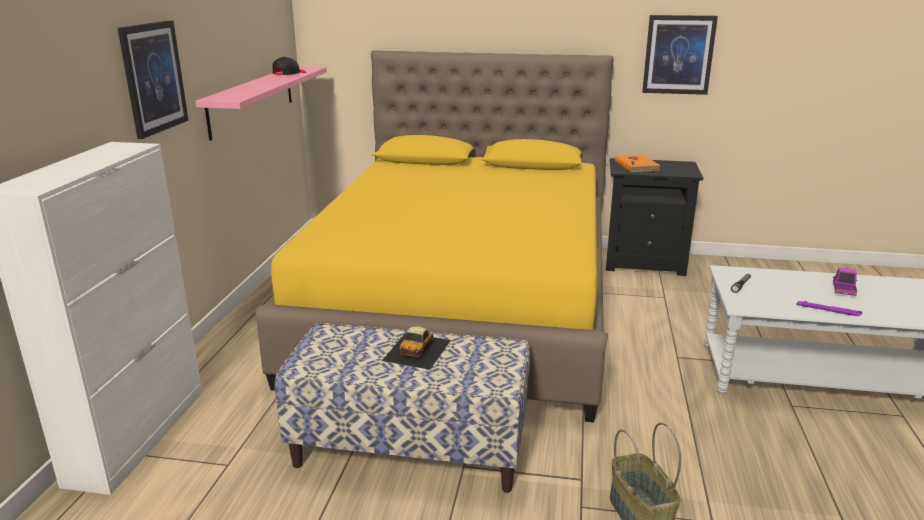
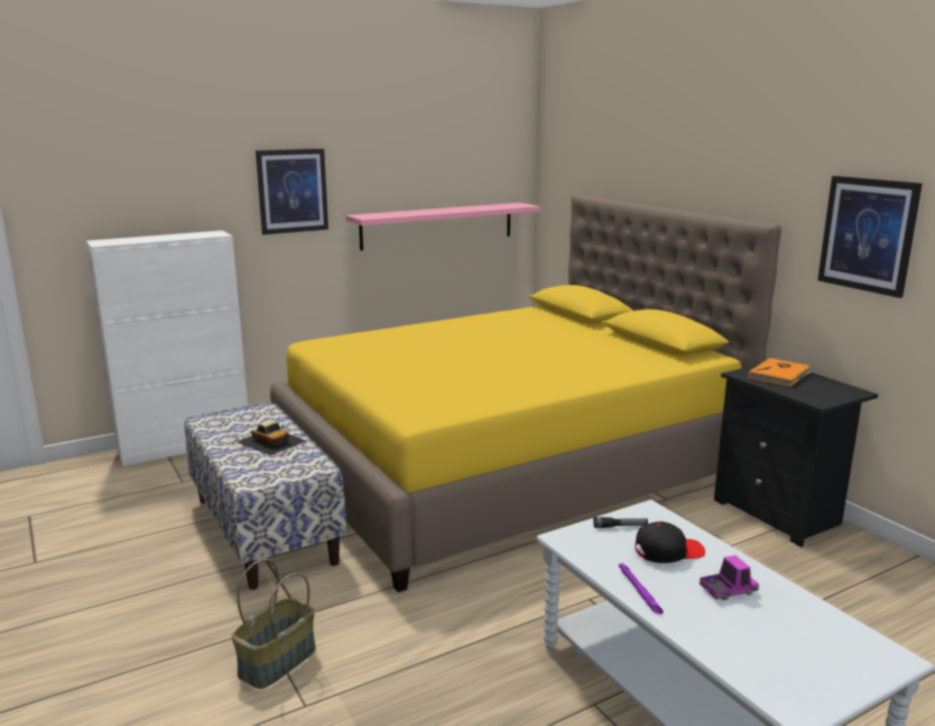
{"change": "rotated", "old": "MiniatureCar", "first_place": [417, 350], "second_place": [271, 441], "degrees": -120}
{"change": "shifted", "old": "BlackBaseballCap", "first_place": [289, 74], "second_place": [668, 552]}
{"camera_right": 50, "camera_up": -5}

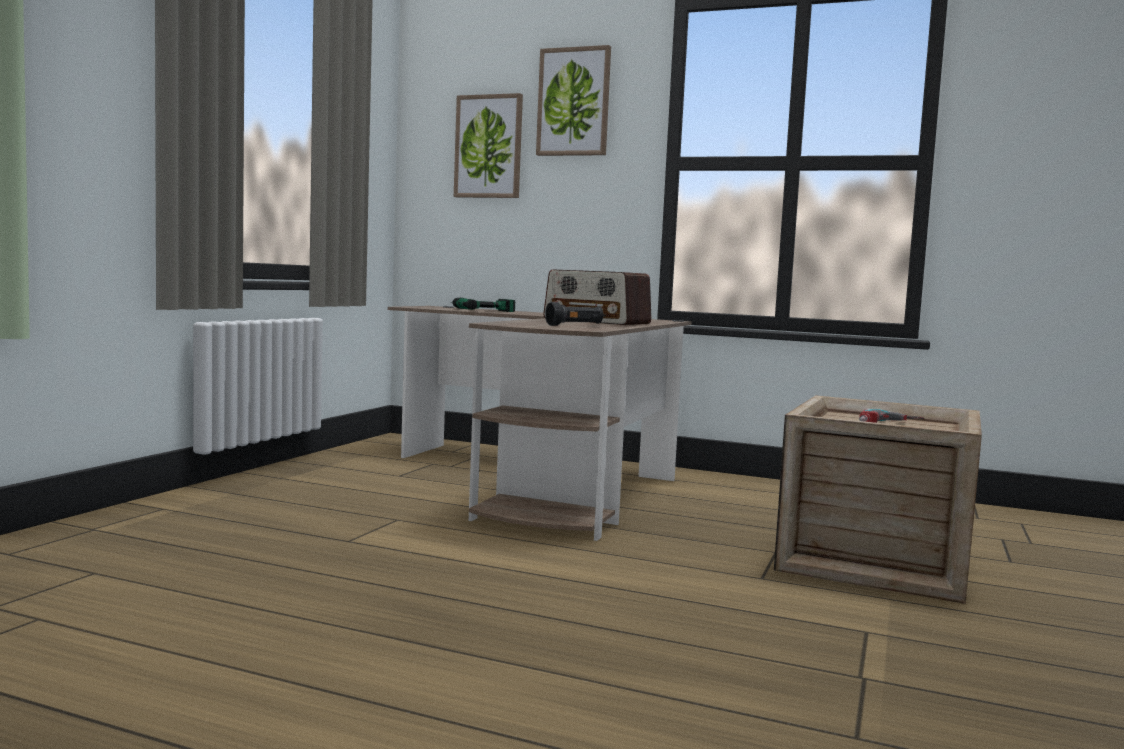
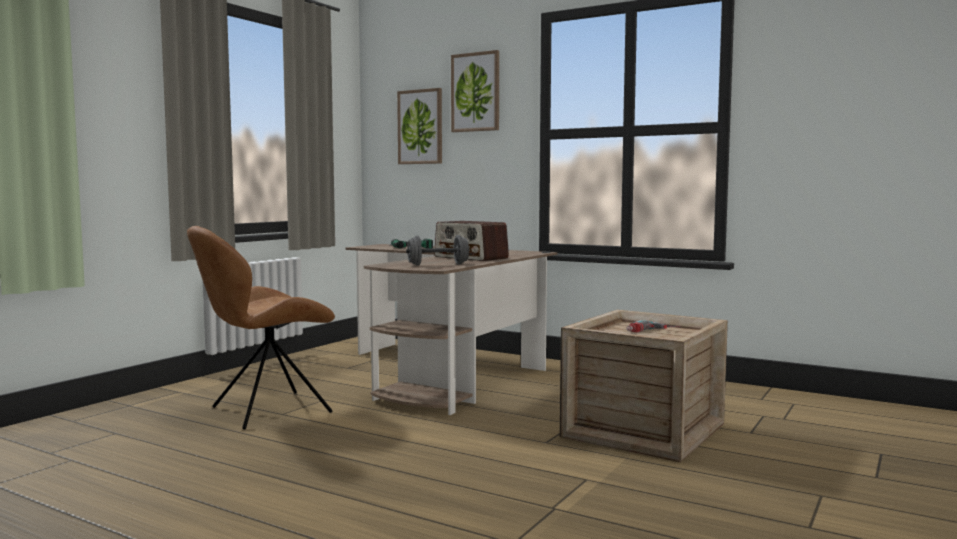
{"change": "new", "new": "BrownColouredUprightChair", "second_place": [266, 411]}
{"change": "swapped", "old": "BlackFlashlight", "new": "GreyHandWeight", "first_place": [574, 326], "second_place": [438, 264]}
{"camera_right": 10, "camera_up": 0}

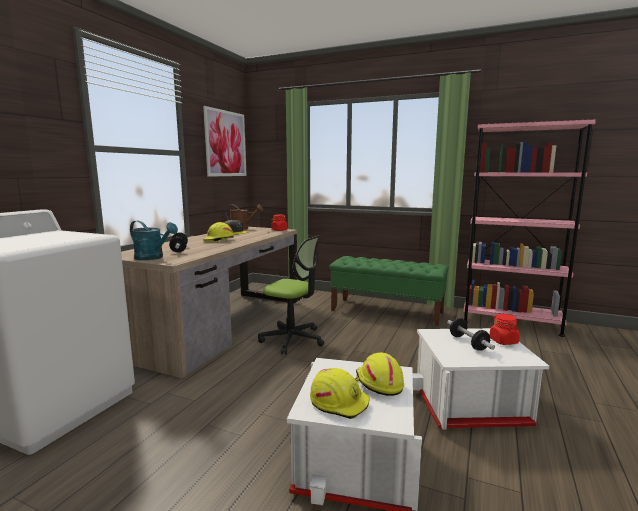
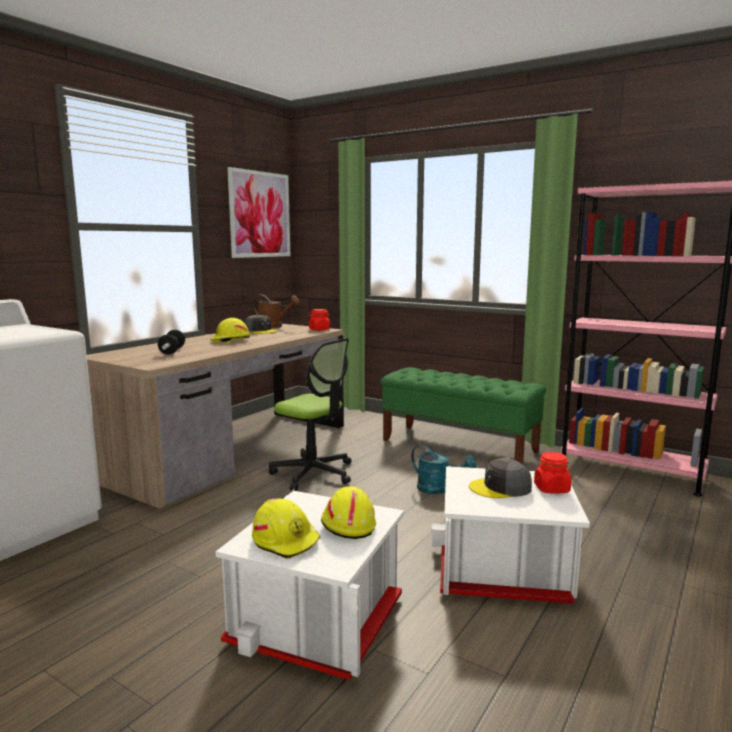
{"change": "shifted", "old": "TurquoiseSprinklingCan", "first_place": [153, 258], "second_place": [438, 489]}
{"change": "swapped", "old": "HandWeight", "new": "GreyBaseballCap", "first_place": [468, 343], "second_place": [500, 488]}
{"camera_right": 10, "camera_up": 0}

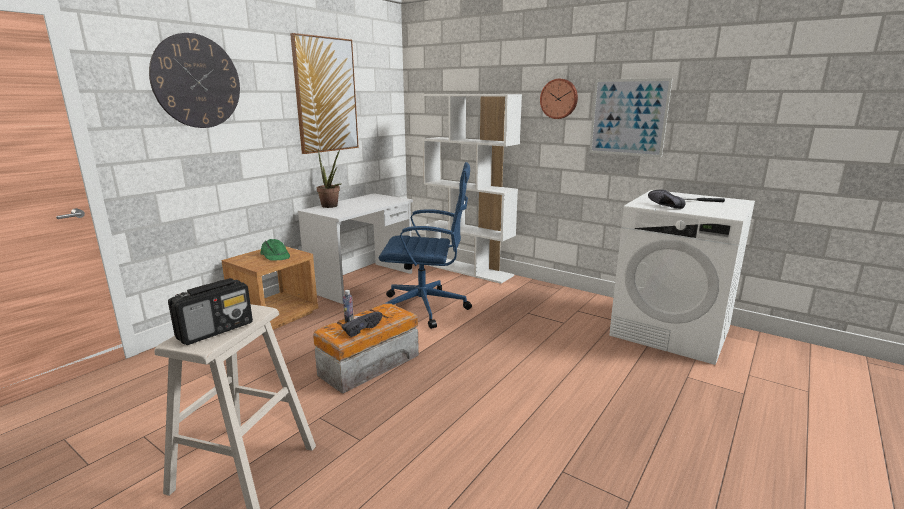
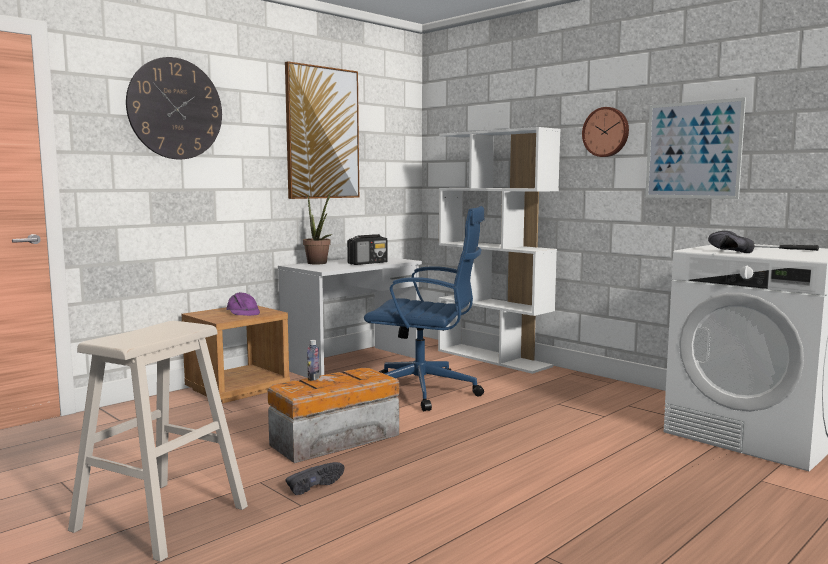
{"change": "repainted", "old": "GreenBaseballCap", "new": "PurpleBaseballCap", "first_place": [275, 255], "second_place": [243, 312]}
{"change": "shifted", "old": "BlackLowShoe", "first_place": [361, 329], "second_place": [313, 485]}
{"change": "shifted", "old": "RadioReceiver", "first_place": [216, 330], "second_place": [368, 263]}
{"camera_right": 10, "camera_up": -10}

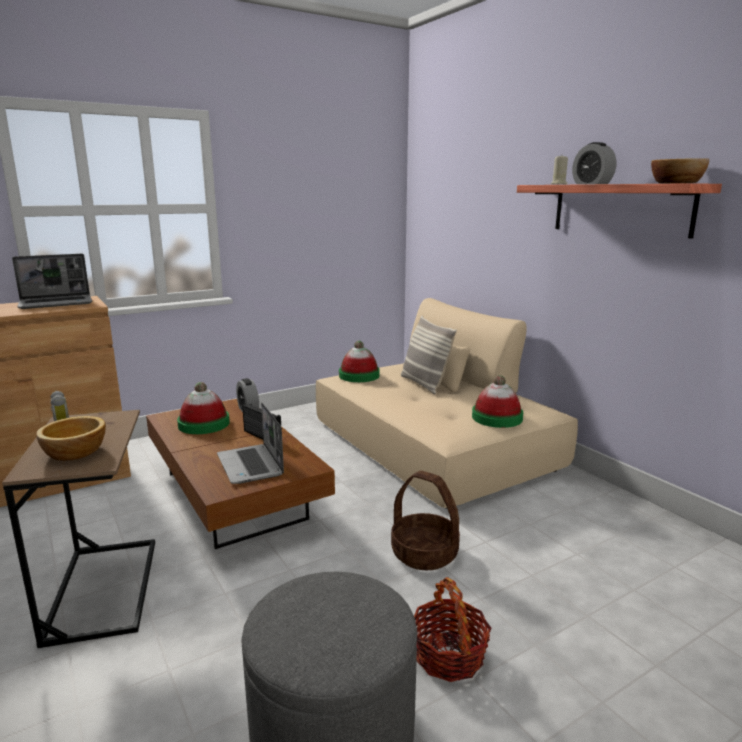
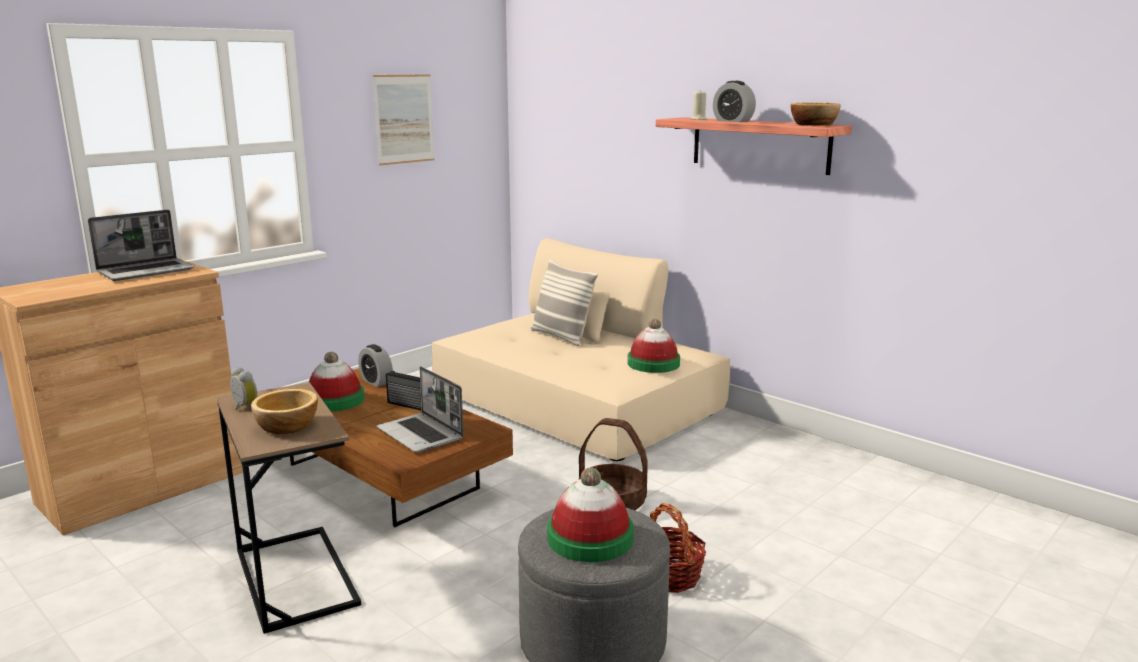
{"change": "new", "new": "WallPicture", "second_place": [404, 119]}
{"change": "shifted", "old": "Hat", "first_place": [359, 375], "second_place": [590, 538]}
{"camera_right": -15, "camera_up": 0}

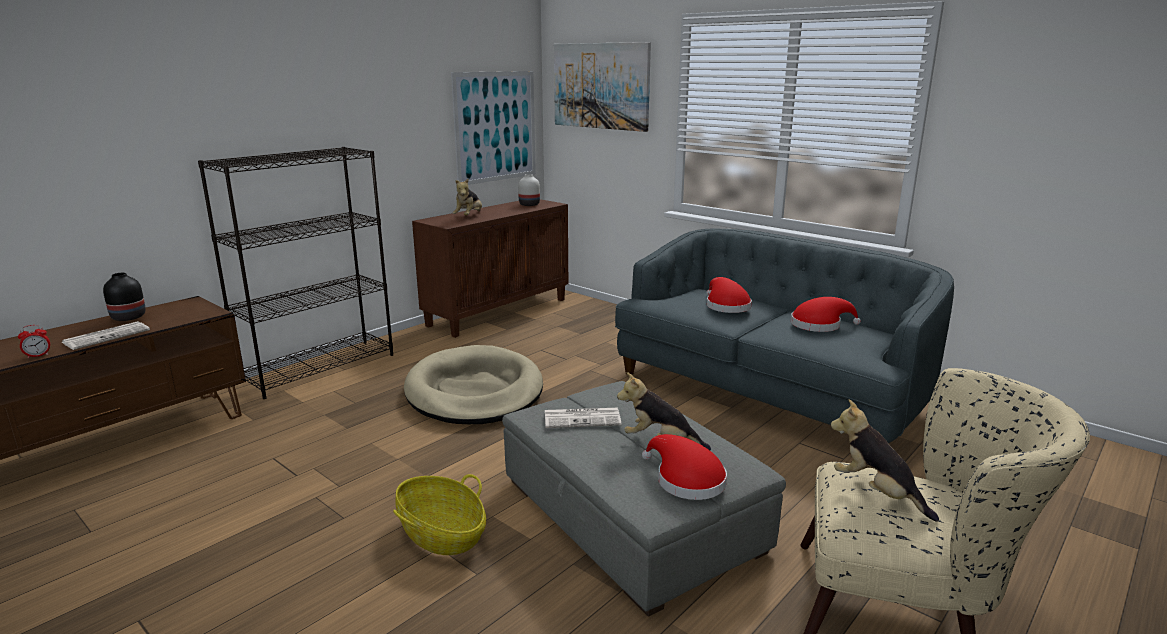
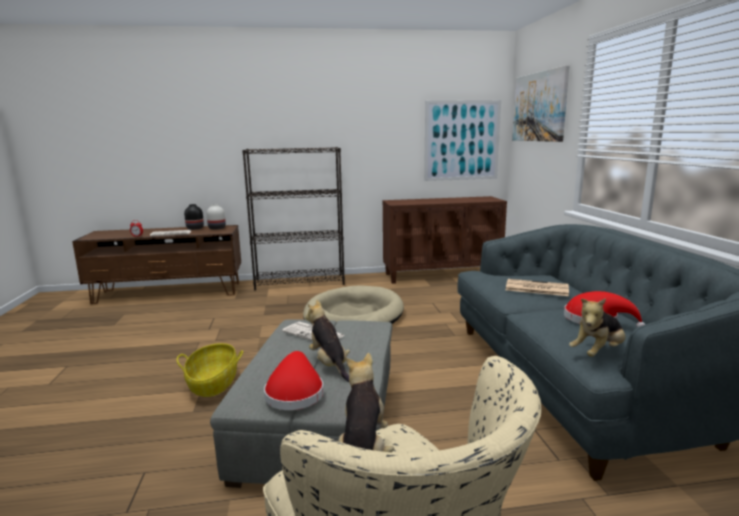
{"change": "shifted", "old": "WhitishVase", "first_place": [530, 204], "second_place": [217, 228]}
{"change": "swapped", "old": "ReddishHat", "new": "PrintedPaper", "first_place": [726, 306], "second_place": [535, 288]}
{"change": "shifted", "old": "PlushToy", "first_place": [469, 216], "second_place": [598, 353]}
{"camera_right": 40, "camera_up": -5}

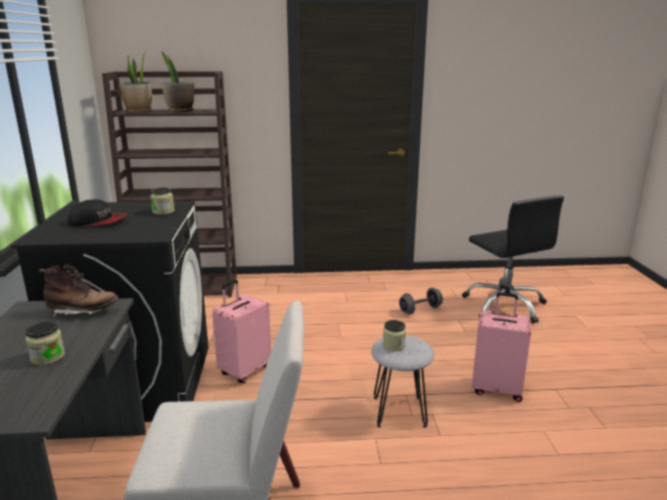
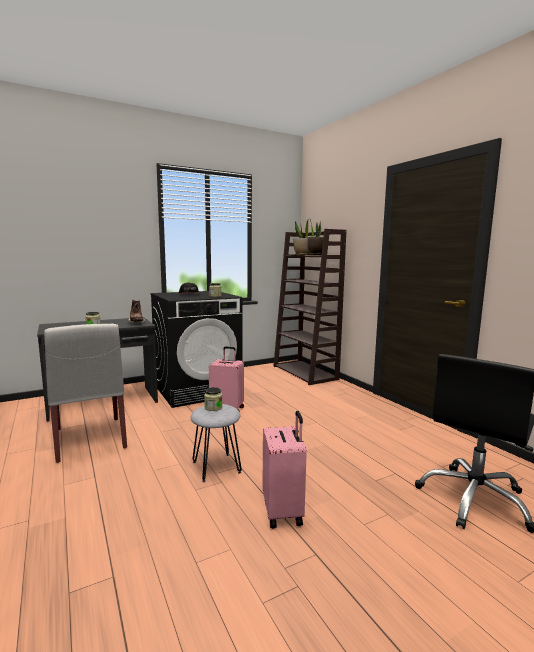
{"change": "gone", "old": "GreyHandWeight", "first_place": [420, 310]}
{"camera_right": 65, "camera_up": -10}

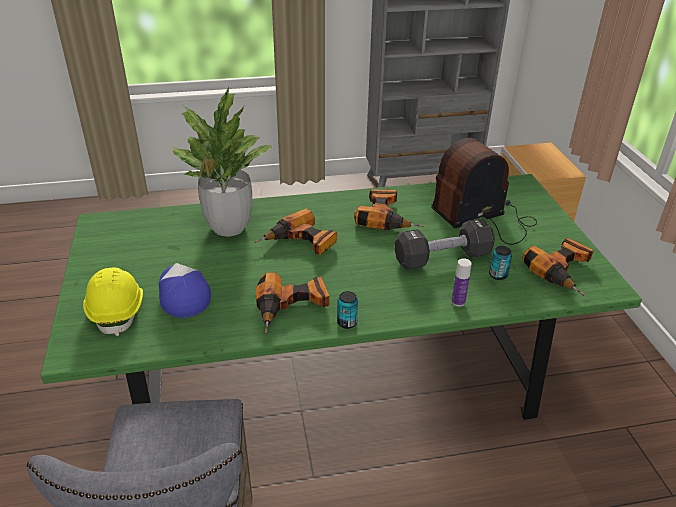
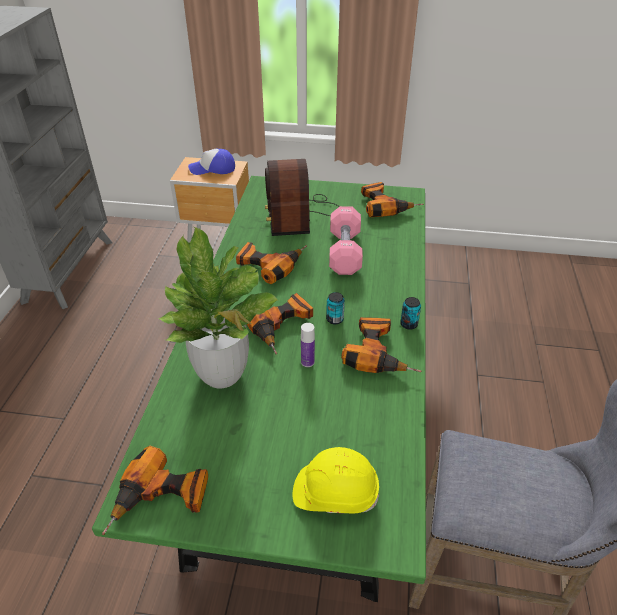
{"change": "new", "new": "ElectricDrill", "second_place": [162, 499]}
{"change": "shifted", "old": "BaseballCap", "first_place": [182, 294], "second_place": [213, 169]}
{"change": "shifted", "old": "Bottle", "first_place": [458, 302], "second_place": [307, 362]}
{"change": "shifted", "old": "SealedCan", "first_place": [498, 275], "second_place": [334, 319]}
{"change": "repainted", "old": "BlackHandWeight", "new": "PinkHandWeight", "first_place": [442, 258], "second_place": [345, 252]}
{"camera_right": -70, "camera_up": 5}

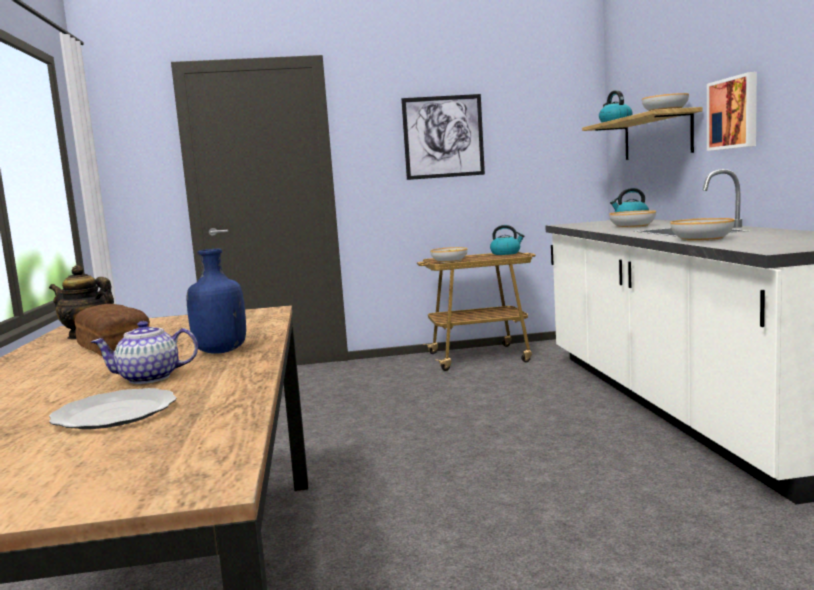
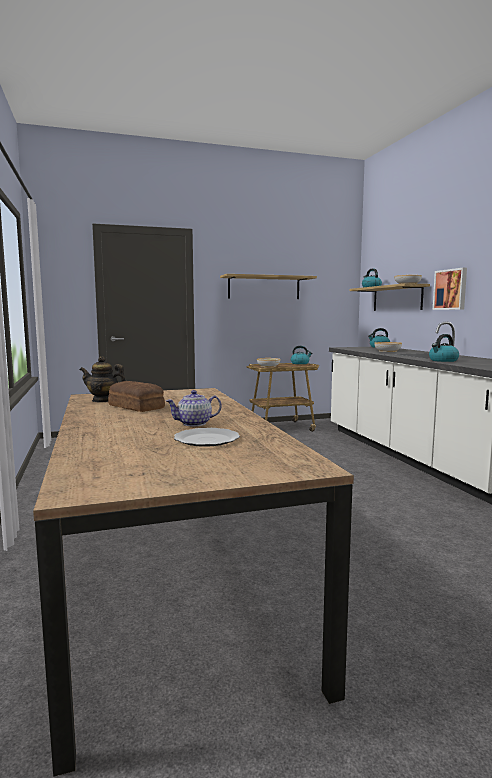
{"change": "swapped", "old": "WallPicture", "new": "Shelf", "first_place": [443, 137], "second_place": [264, 287]}
{"change": "swapped", "old": "Bowl", "new": "Kettle", "first_place": [702, 239], "second_place": [443, 360]}
{"change": "gone", "old": "BlueColouredBottle", "first_place": [219, 352]}
{"camera_right": -10, "camera_up": 0}

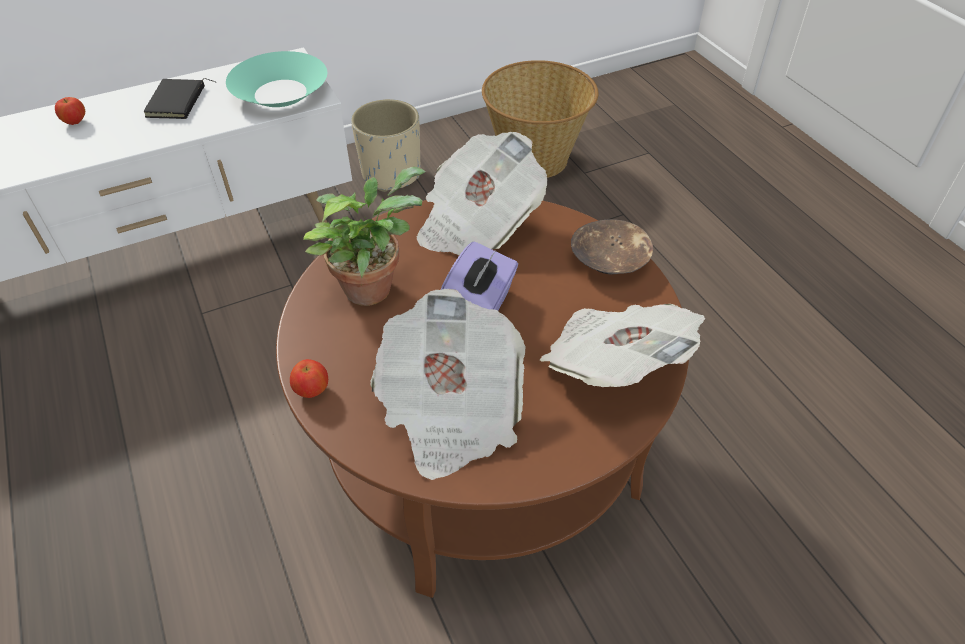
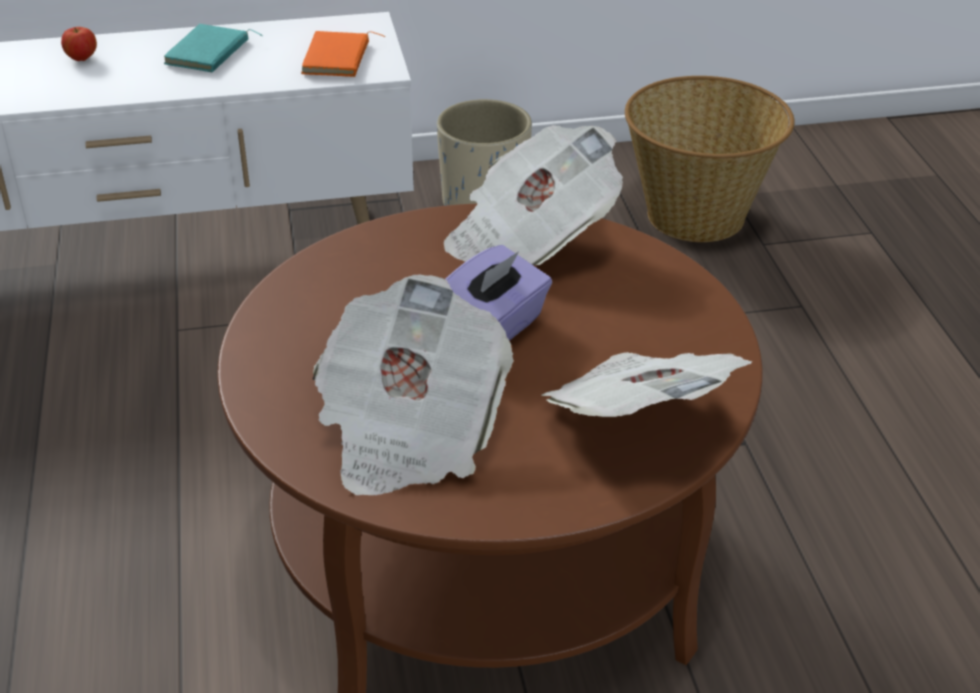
{"change": "repainted", "old": "BlackBook", "new": "TurquoiseBook", "first_place": [178, 103], "second_place": [210, 54]}
{"change": "swapped", "old": "TurquoiseBowl", "new": "OrangeBook", "first_place": [280, 93], "second_place": [339, 59]}
{"change": "gone", "old": "WholeApple", "first_place": [312, 390]}
{"change": "gone", "old": "PottedPlant", "first_place": [372, 285]}
{"change": "gone", "old": "BrownColouredBowl", "first_place": [610, 260]}
{"camera_right": 15, "camera_up": -10}

